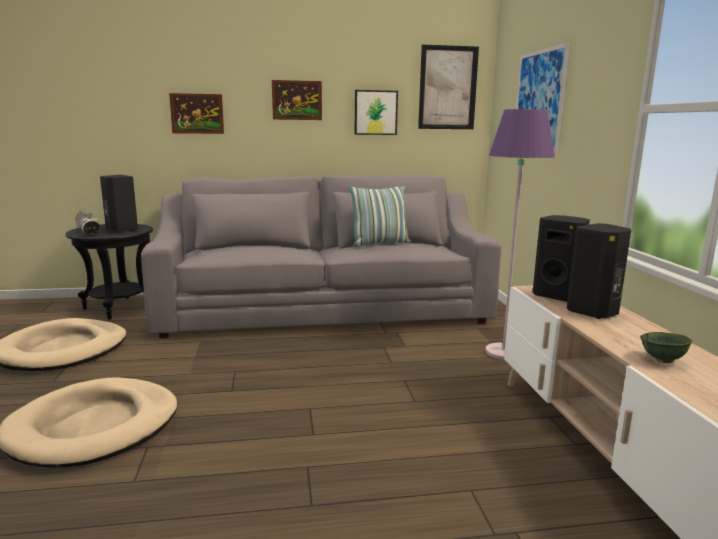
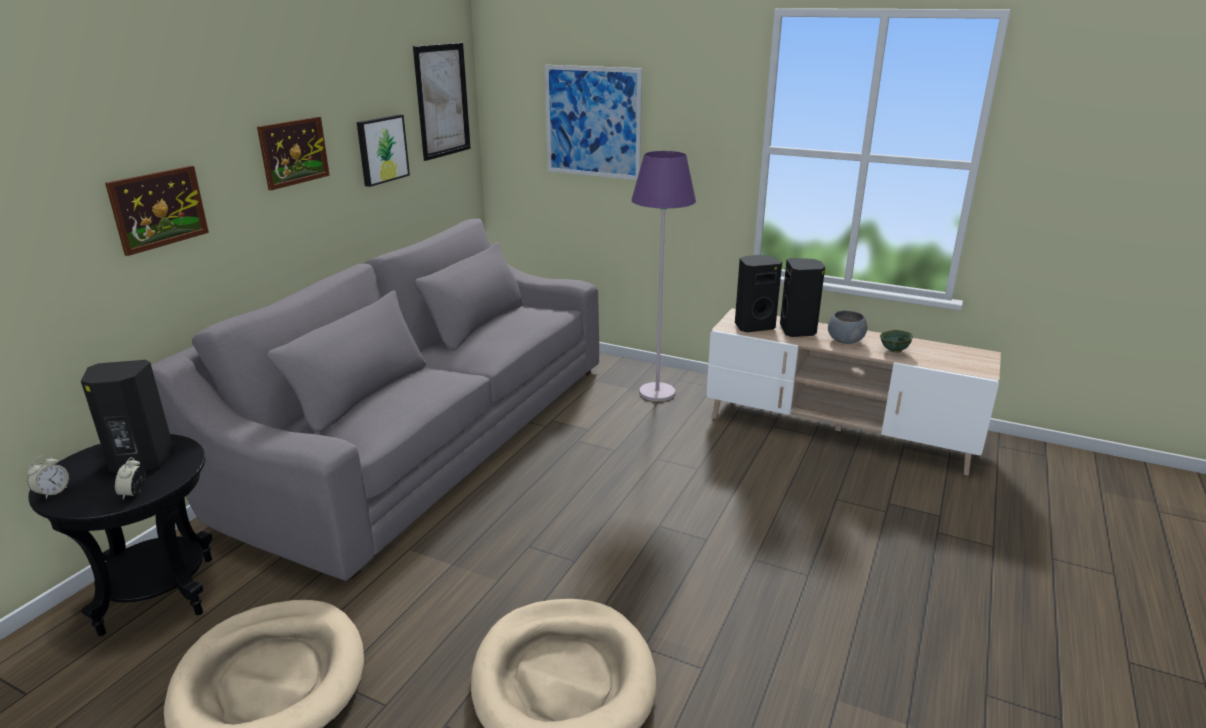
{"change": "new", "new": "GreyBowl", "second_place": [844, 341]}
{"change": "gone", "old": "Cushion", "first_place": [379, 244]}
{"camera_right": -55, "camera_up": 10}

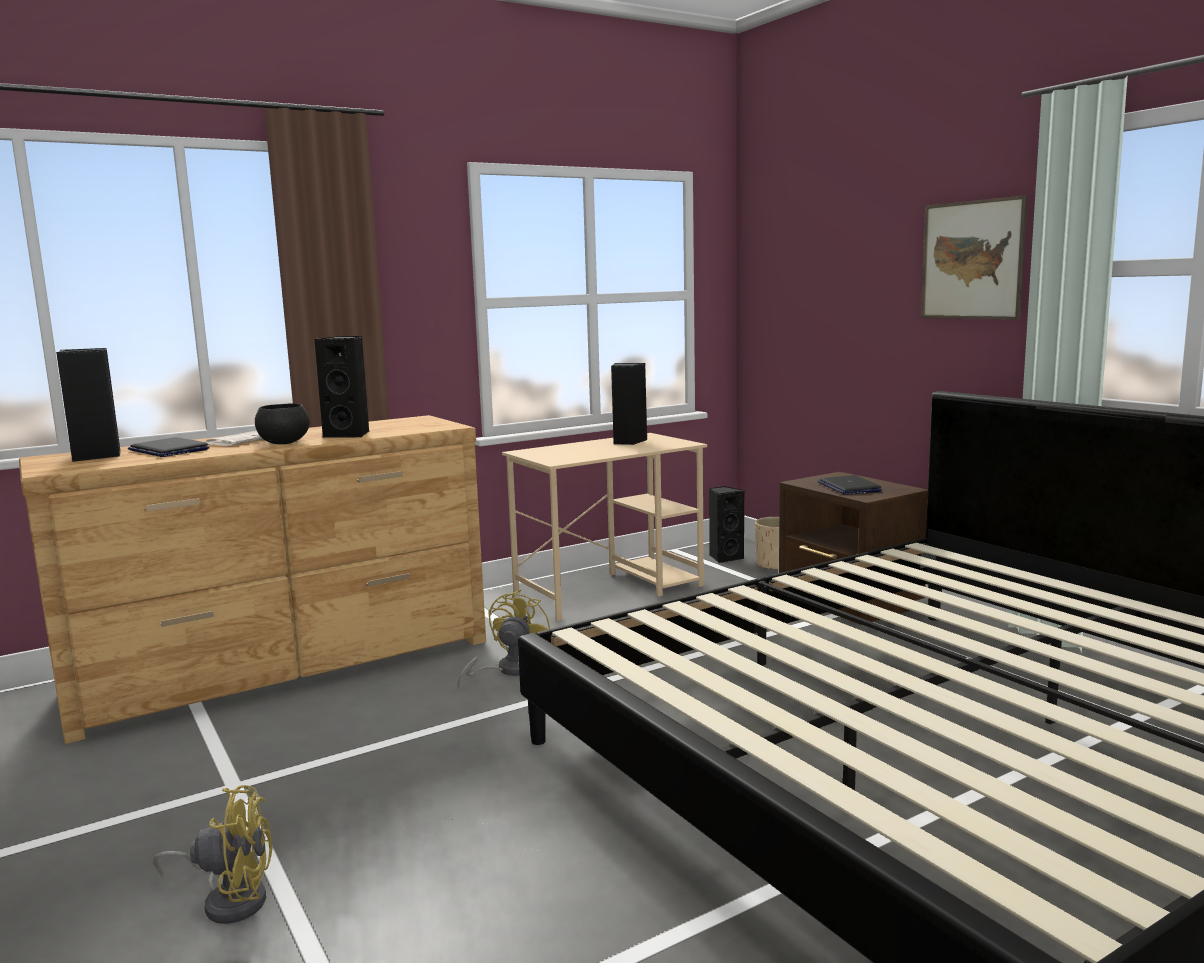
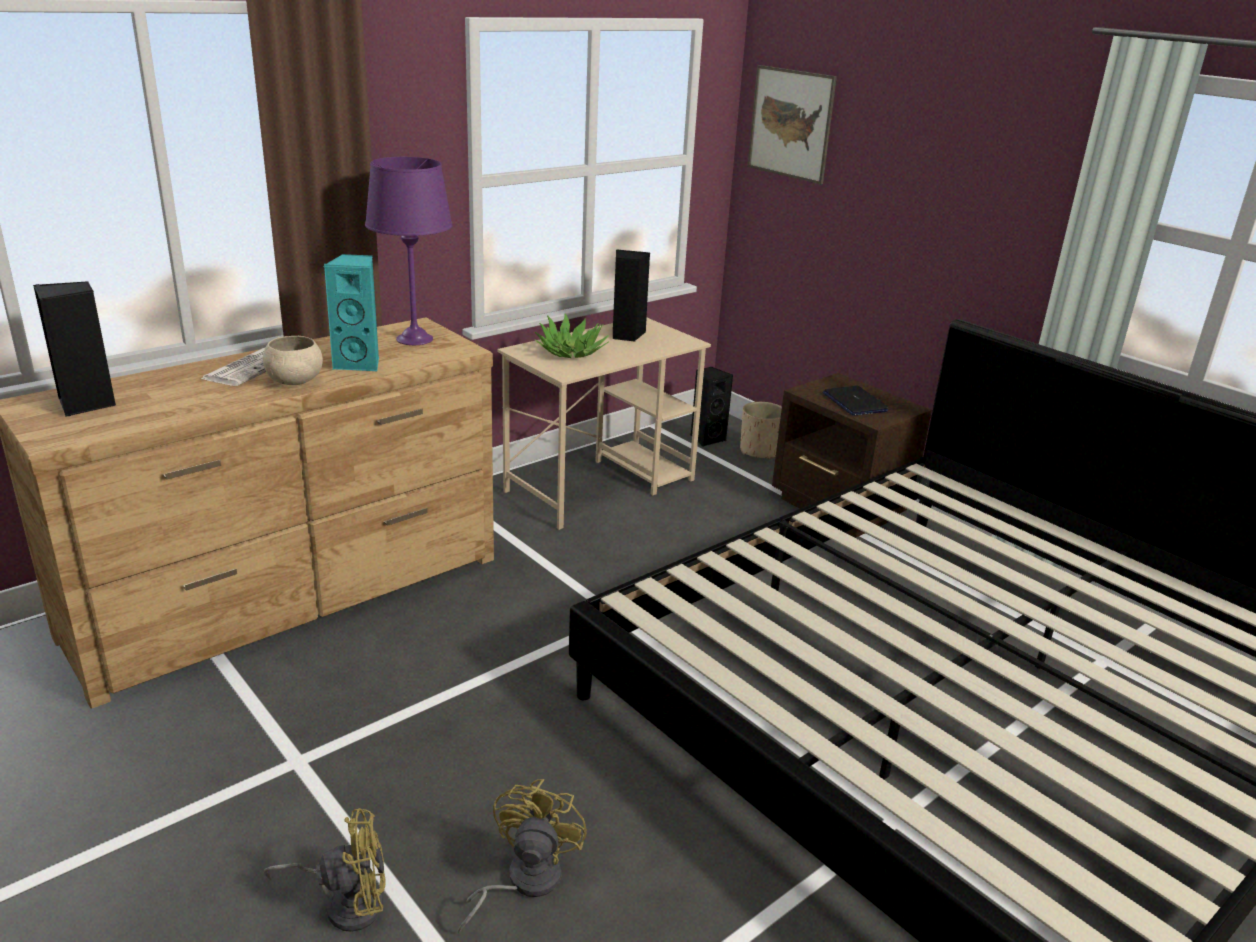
{"change": "repainted", "old": "BlackBowl", "new": "BeigeBowl", "first_place": [283, 443], "second_place": [294, 381]}
{"change": "repainted", "old": "BlackLoudspeaker", "new": "TurquoiseLoudspeaker", "first_place": [349, 434], "second_place": [360, 363]}
{"change": "new", "new": "PurpleTableLamp", "second_place": [415, 339]}
{"change": "shifted", "old": "YellowColouredCoolingFan", "first_place": [508, 670], "second_place": [523, 882]}
{"change": "new", "new": "PottedPlant", "second_place": [571, 352]}
{"change": "shifted", "old": "WallPicture", "first_place": [972, 260], "second_place": [790, 123]}
{"change": "gone", "old": "PortableComputer", "first_place": [168, 450]}
{"camera_right": -10, "camera_up": 15}

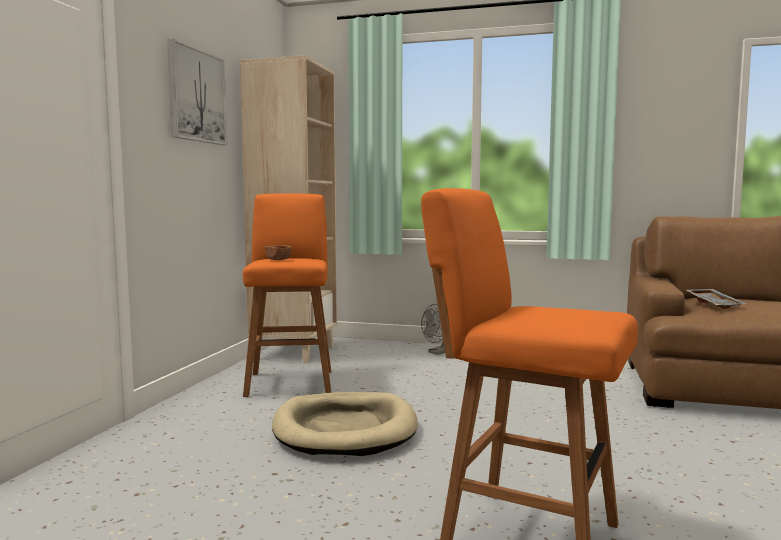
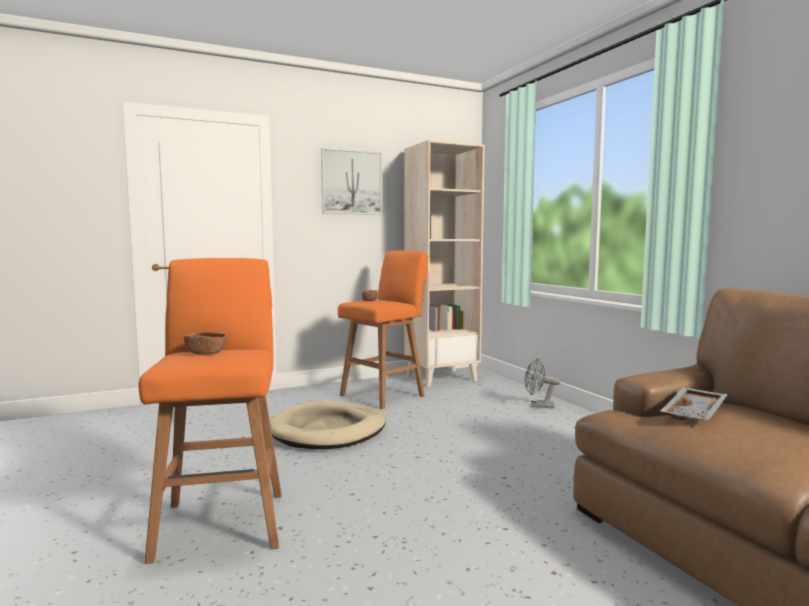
{"change": "new", "new": "BrownColouredBowl", "second_place": [206, 353]}
{"camera_right": 50, "camera_up": 0}

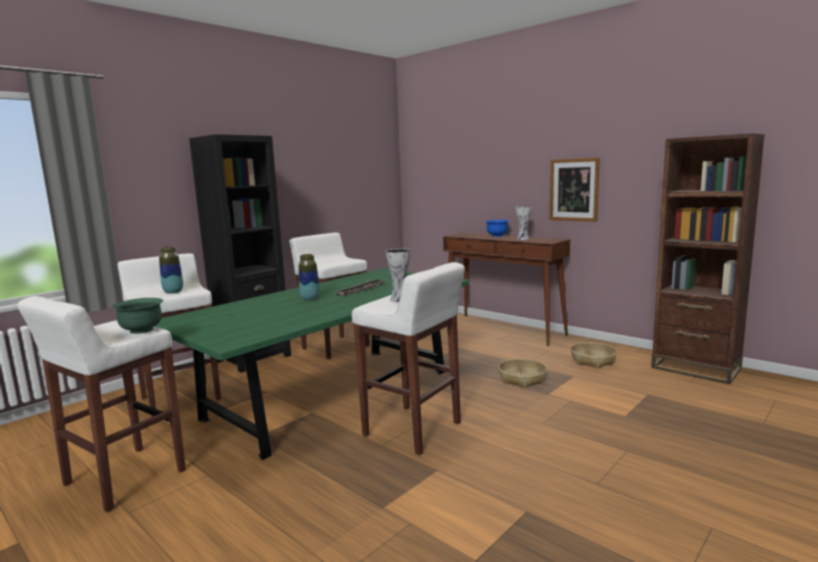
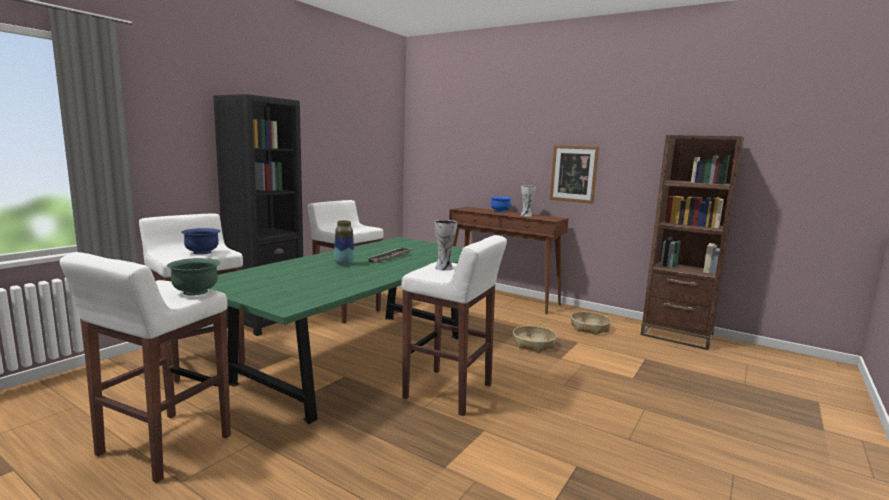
{"change": "swapped", "old": "Vase", "new": "BlueColouredBowl", "first_place": [173, 292], "second_place": [202, 253]}
{"camera_right": -10, "camera_up": 0}

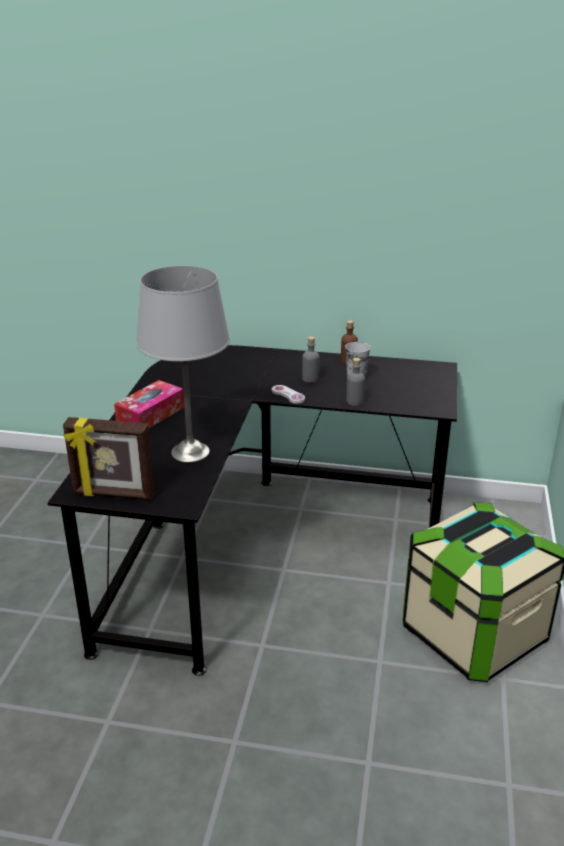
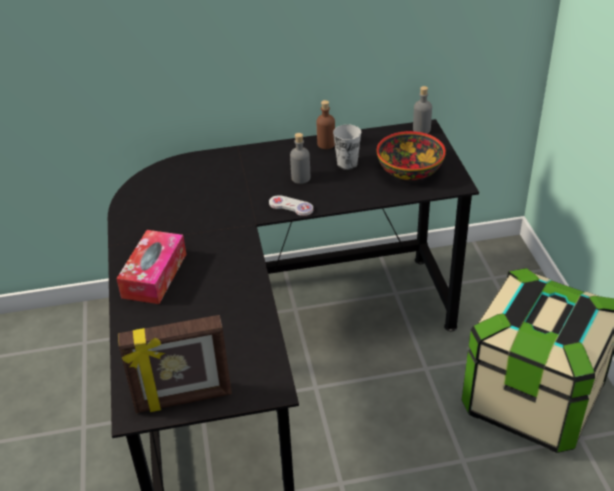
{"change": "new", "new": "Bowl", "second_place": [409, 170]}
{"change": "shifted", "old": "GreyBottle", "first_place": [354, 401], "second_place": [421, 129]}
{"change": "gone", "old": "GreyTableLamp", "first_place": [189, 452]}
{"camera_right": -20, "camera_up": 10}

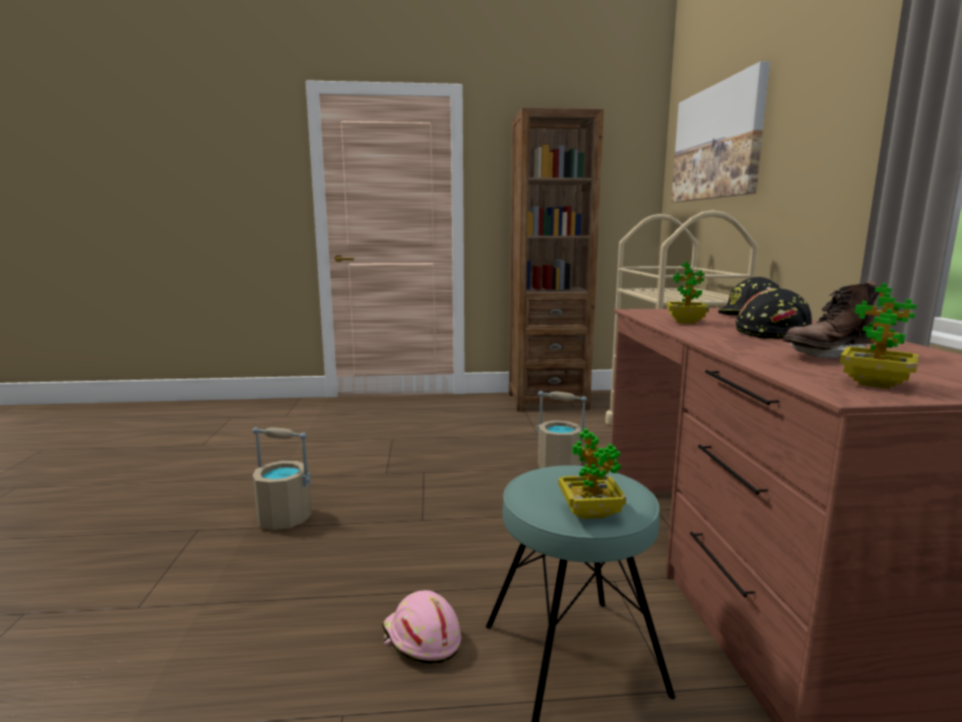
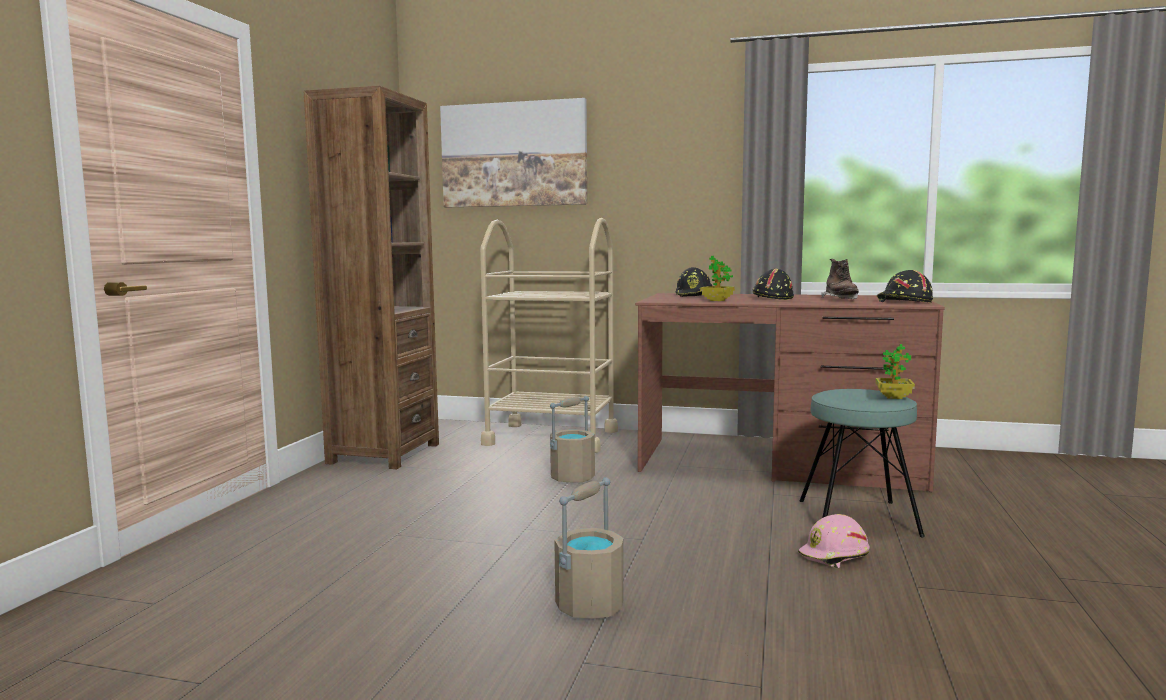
{"change": "swapped", "old": "PottedPlant", "new": "BlackHardHat", "first_place": [874, 384], "second_place": [903, 302]}
{"camera_right": -70, "camera_up": -5}

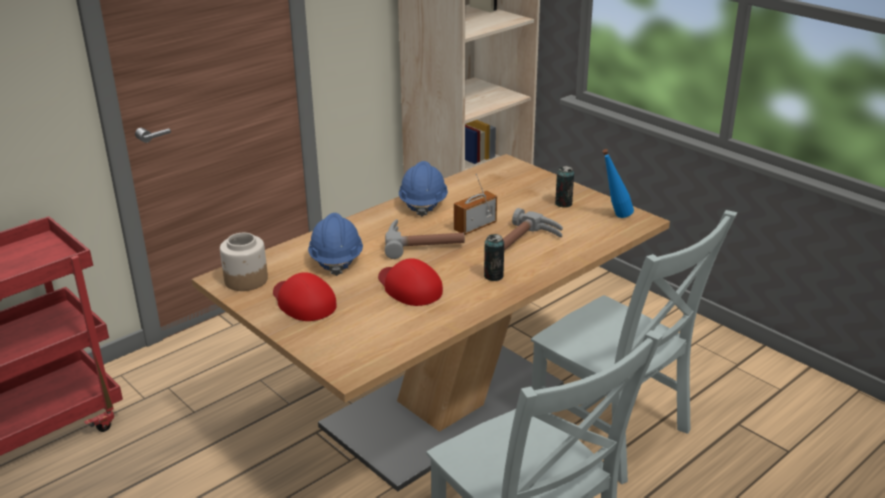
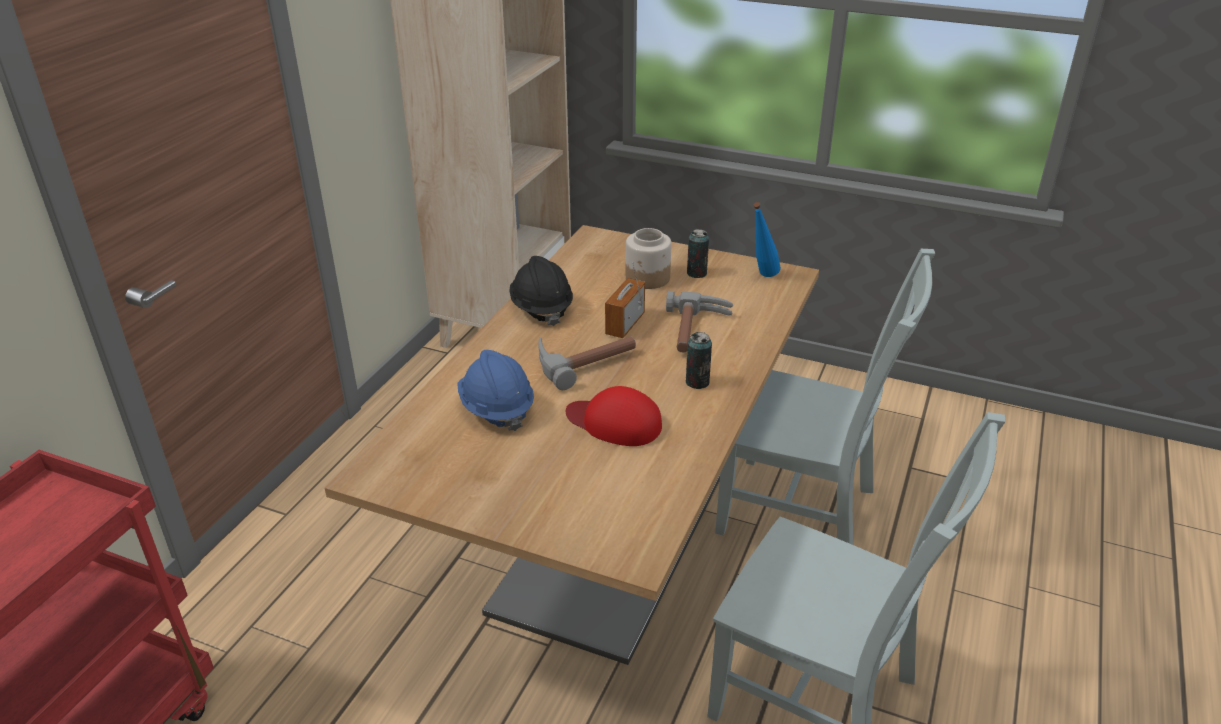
{"change": "repainted", "old": "BlueColouredHardHat", "new": "BlackHardHat", "first_place": [423, 203], "second_place": [541, 308]}
{"change": "shifted", "old": "Jar", "first_place": [246, 280], "second_place": [648, 278]}
{"change": "gone", "old": "ReddishBaseballCap", "first_place": [303, 301]}
{"camera_right": -25, "camera_up": 5}

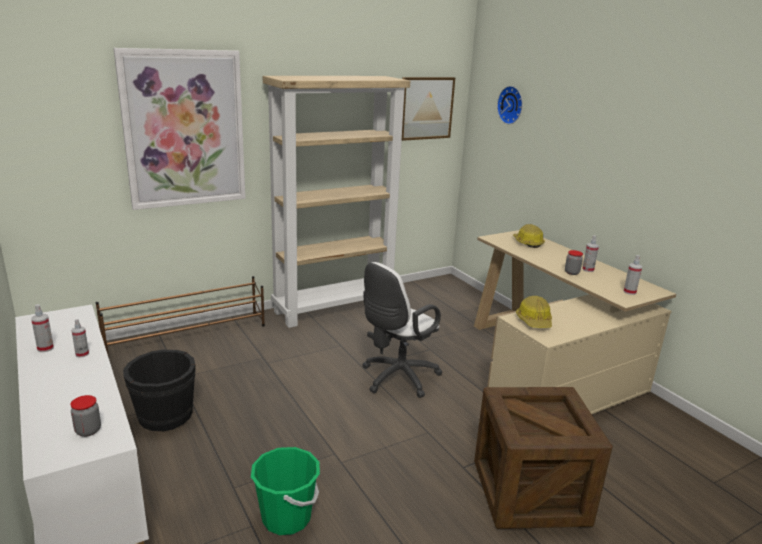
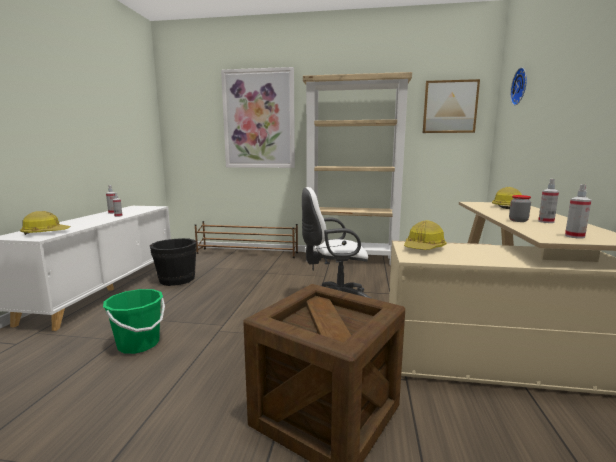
{"change": "swapped", "old": "Jar", "new": "HardHat", "first_place": [88, 431], "second_place": [45, 233]}
{"camera_right": 40, "camera_up": -10}

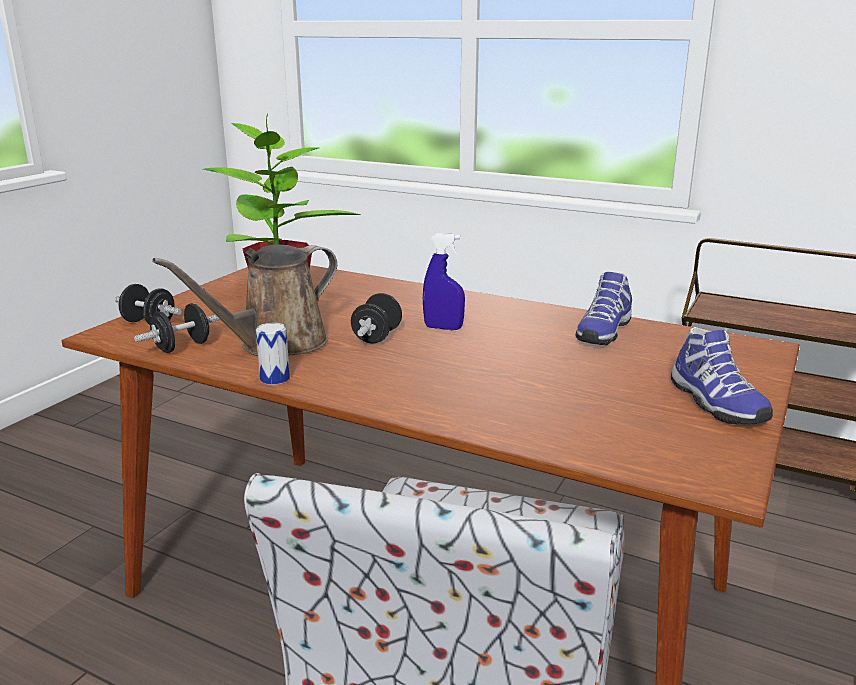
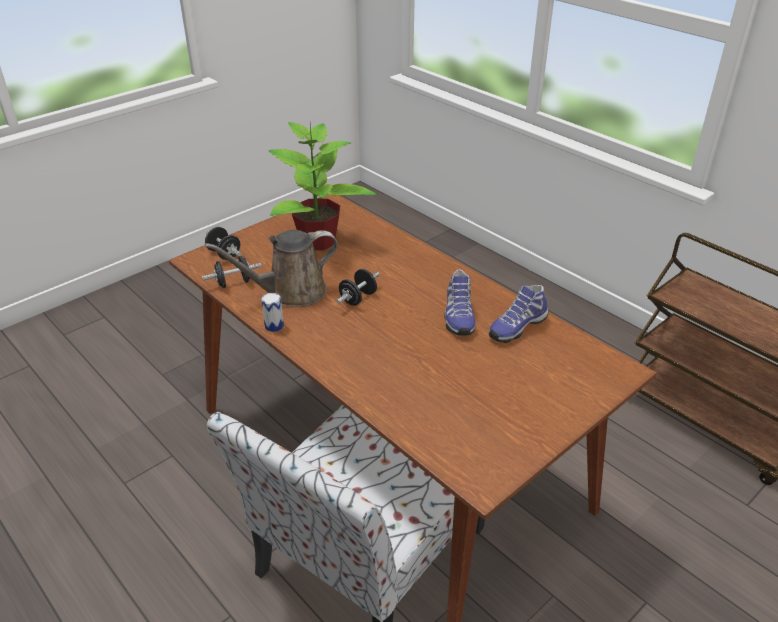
{"change": "shifted", "old": "LowShoe", "first_place": [714, 403], "second_place": [457, 316]}
{"change": "gone", "old": "BlueColouredHandSprayer", "first_place": [443, 328]}
{"camera_right": 20, "camera_up": 15}

